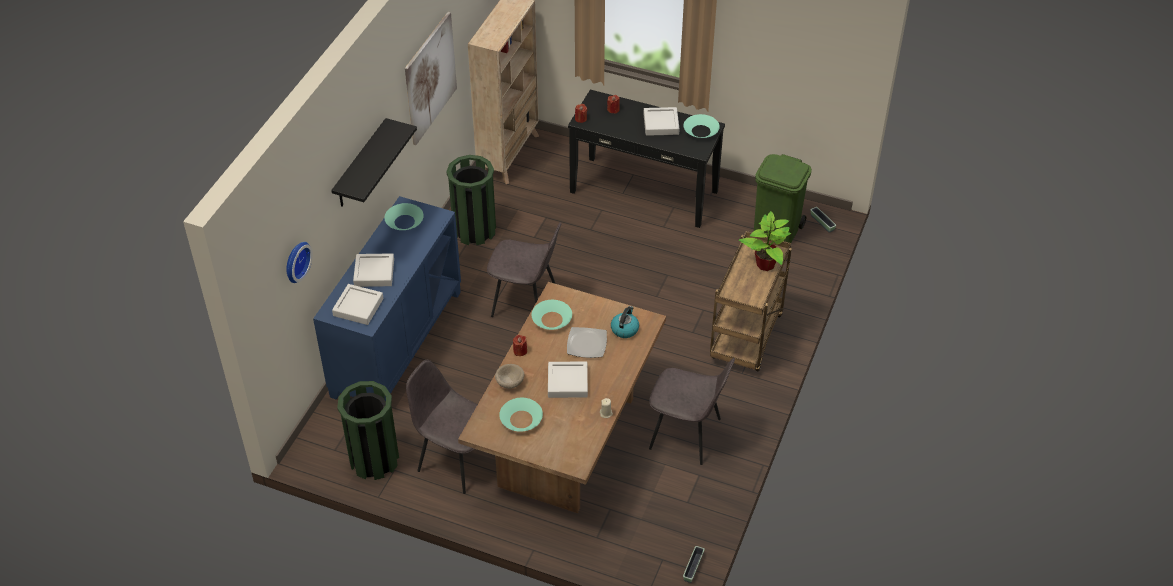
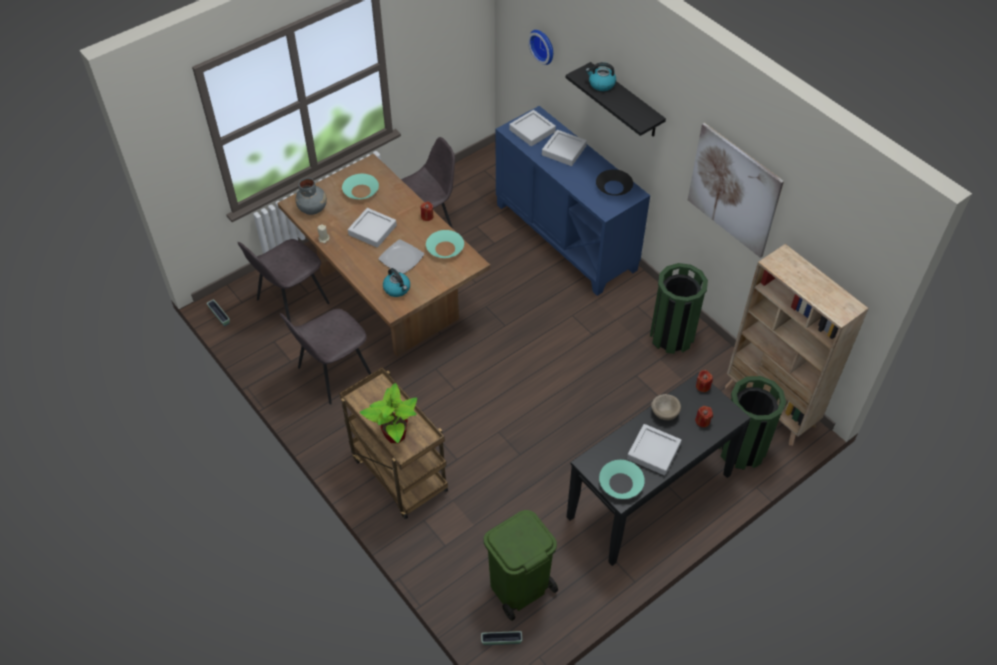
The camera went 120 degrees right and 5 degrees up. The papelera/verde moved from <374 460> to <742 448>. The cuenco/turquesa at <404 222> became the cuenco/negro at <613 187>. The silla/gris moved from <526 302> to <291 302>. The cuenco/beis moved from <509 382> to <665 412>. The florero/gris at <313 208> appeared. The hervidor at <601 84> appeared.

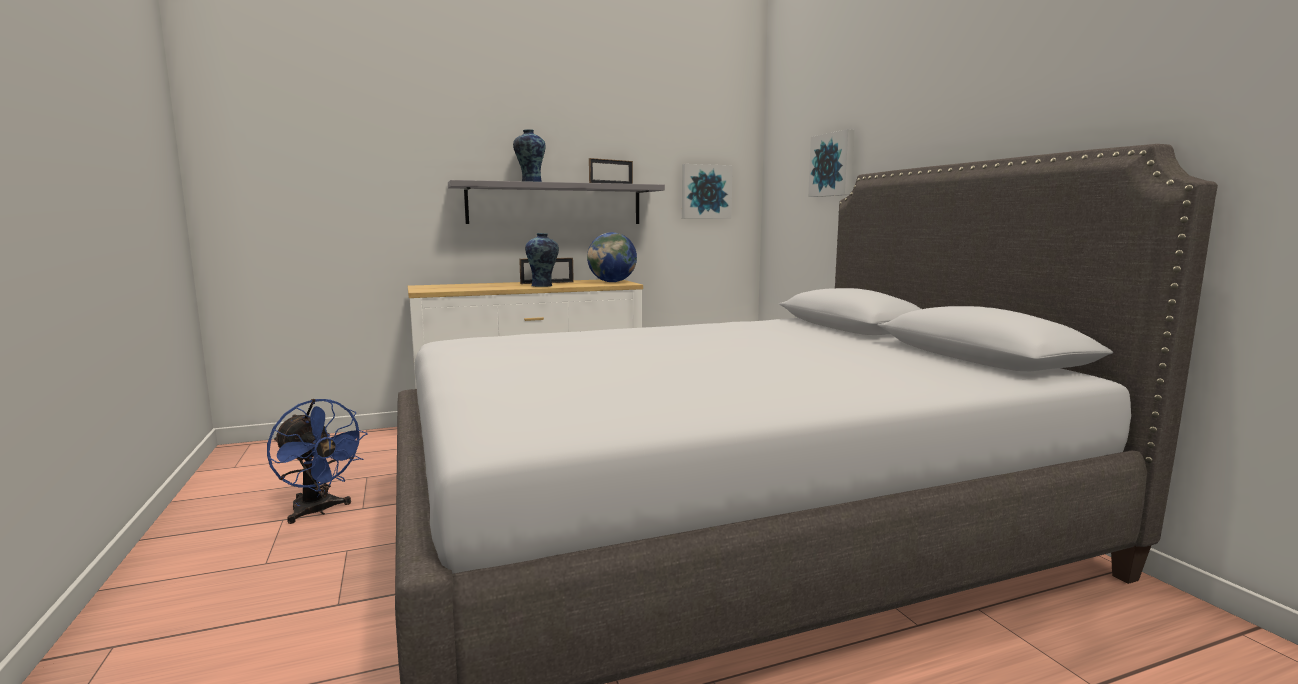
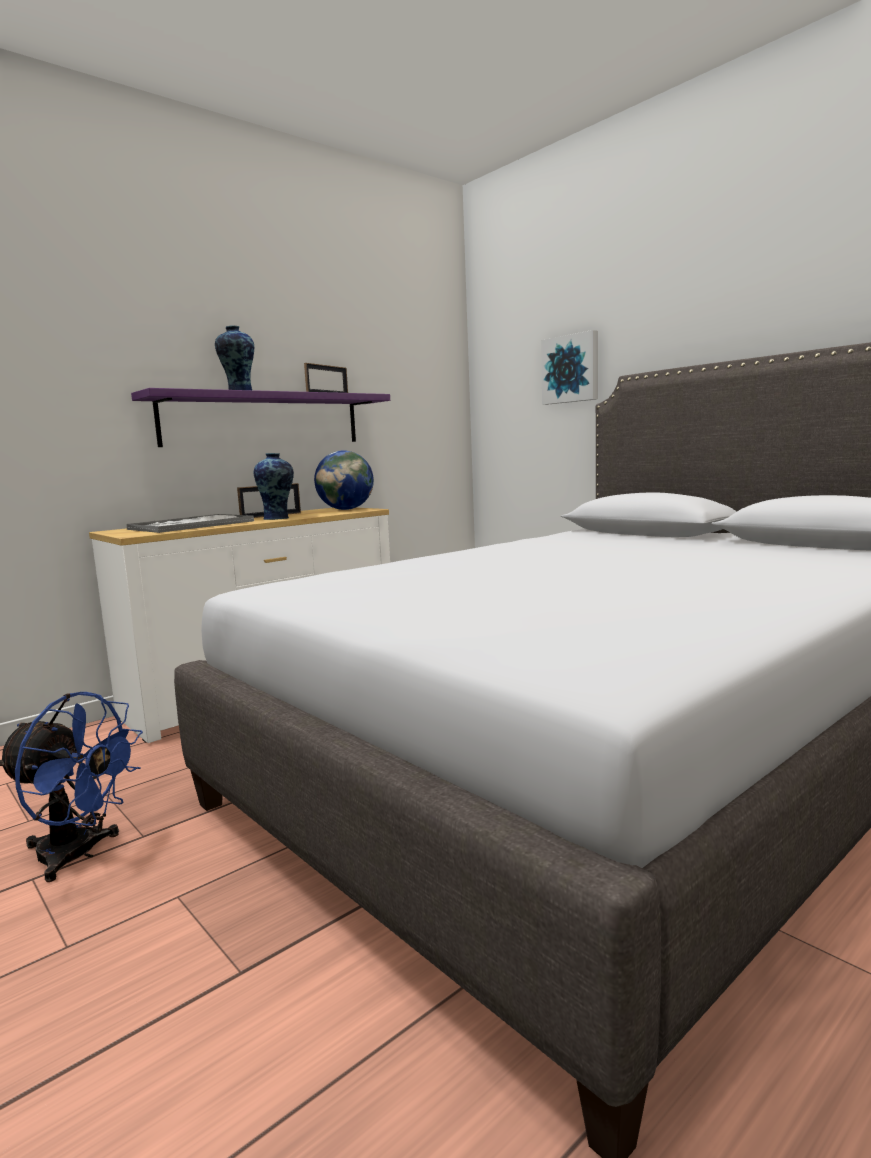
The camera went 20 degrees left and 0 degrees up. The estante/gris at <555 204> became the estante/morado at <264 420>. The cuadro at <705 191> disappeared. The bandeja at <190 525> appeared.

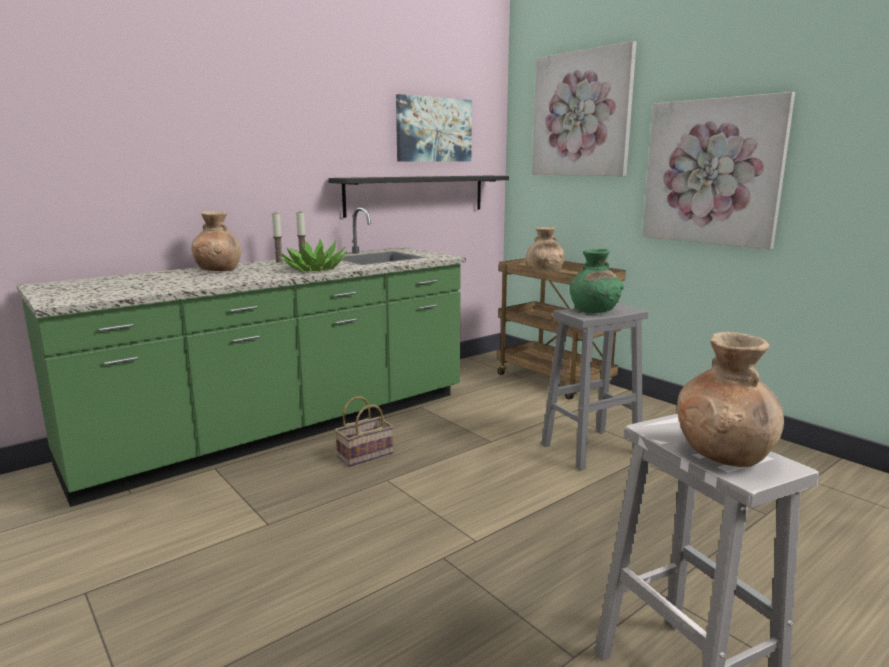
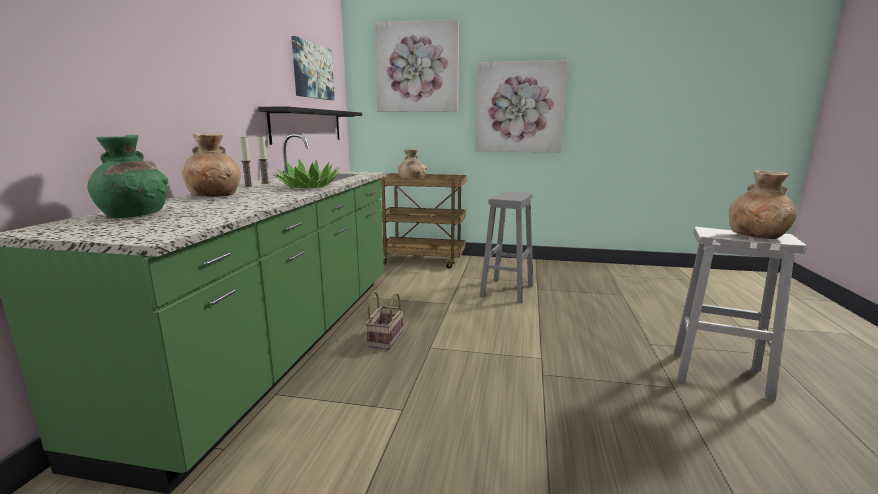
The camera went 40 degrees left and 0 degrees up. The florero/verde moved from <593 310> to <134 215>.

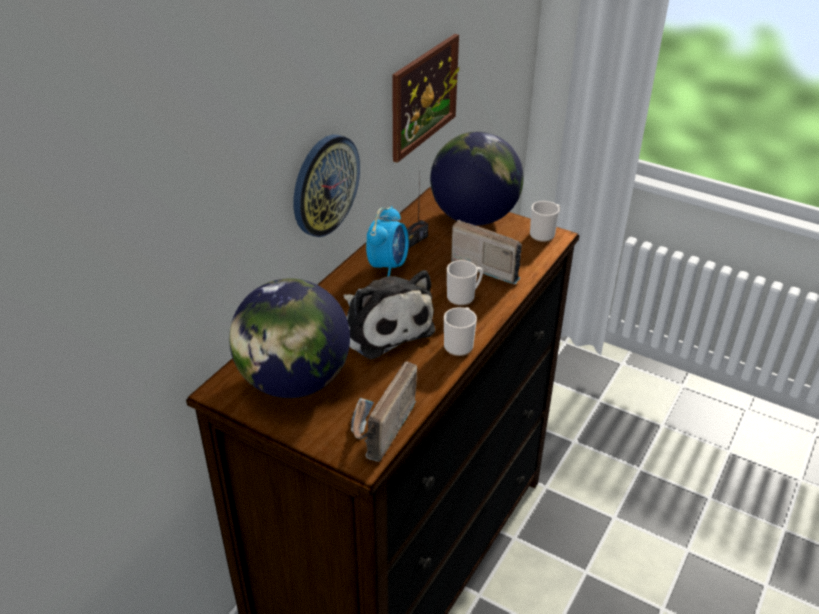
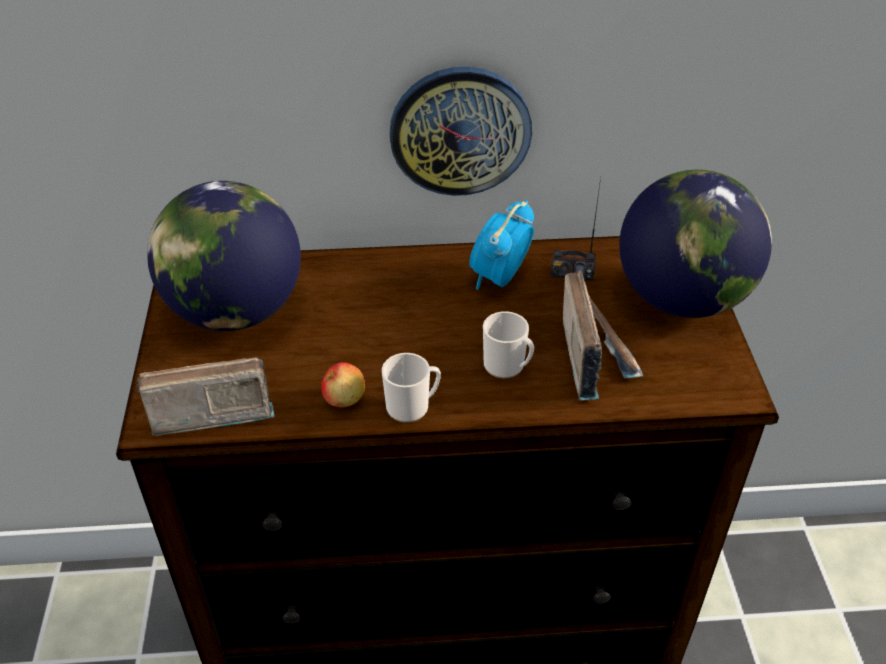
The camera went 55 degrees right and 5 degrees up. The peluche at <383 326> disappeared. The despertador at <388 266> turned 135 degrees clockwise. The cuadro at <424 96> disappeared. The taza grande at <544 234> disappeared. The manzana at <345 398> appeared.

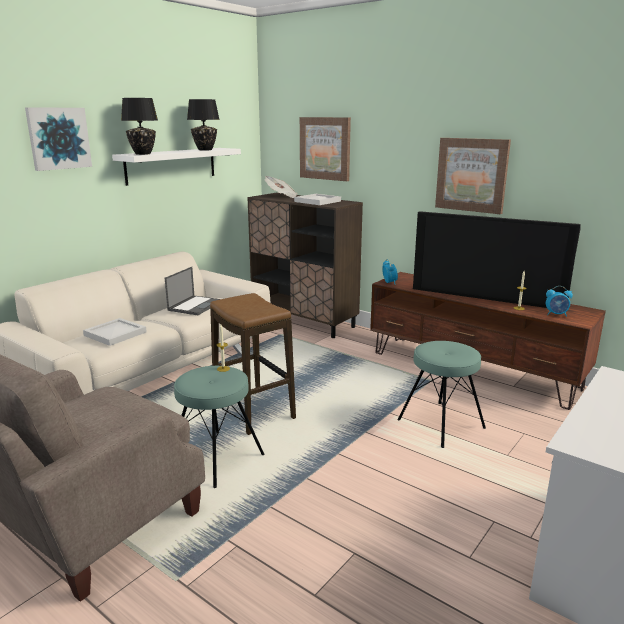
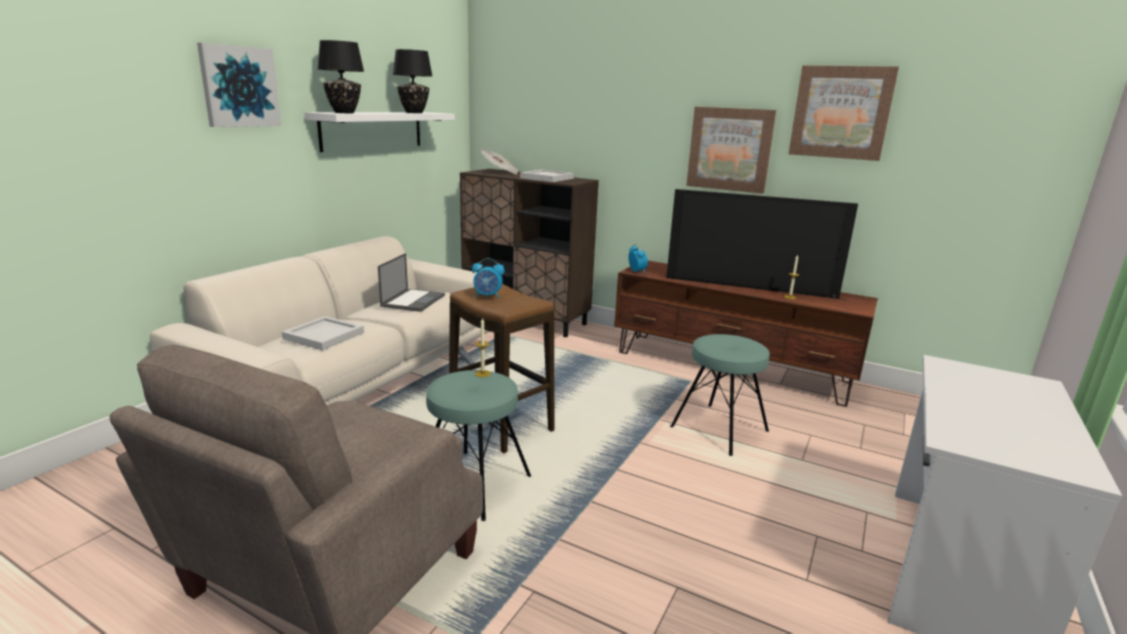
The camera went 10 degrees left and 0 degrees up. The cuadro moved from <325 148> to <841 112>. The despertador moved from <556 314> to <487 296>.

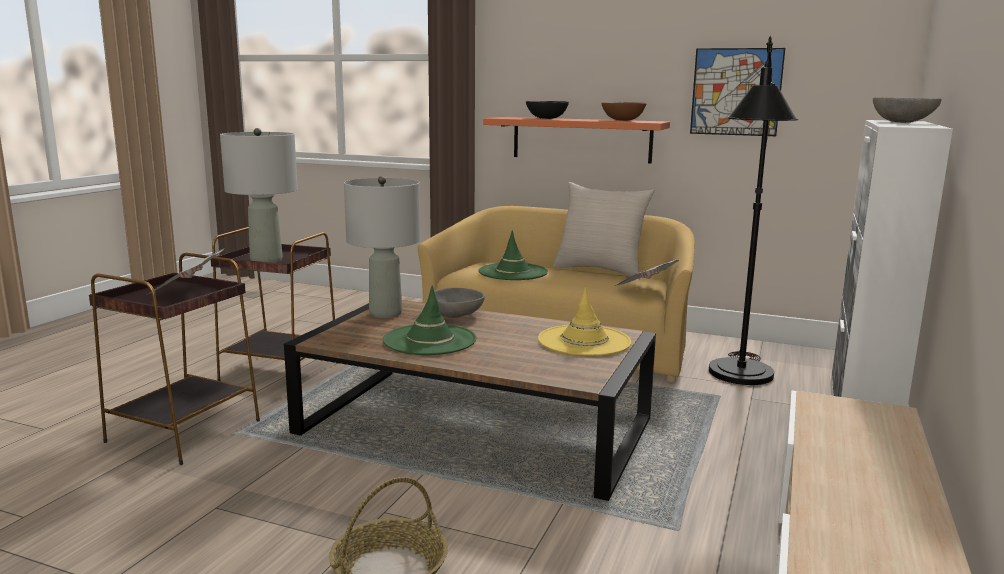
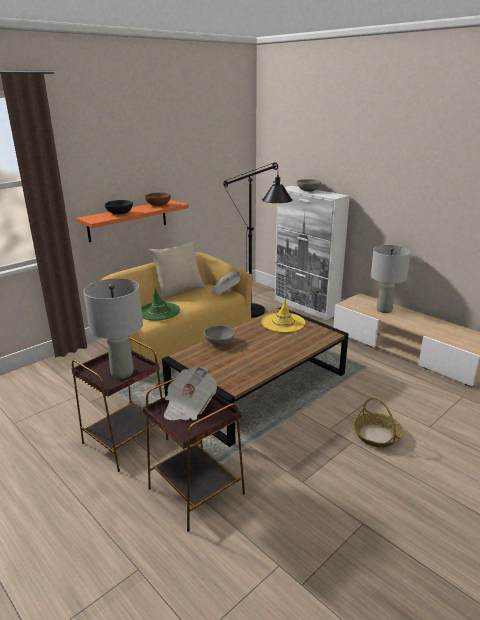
The camera went 65 degrees left and 10 degrees up. The lámpara de mesa/gris moved from <386 313> to <384 309>. The sombrero/verde at <429 340> disappeared. The cuadro at <736 92> disappeared.

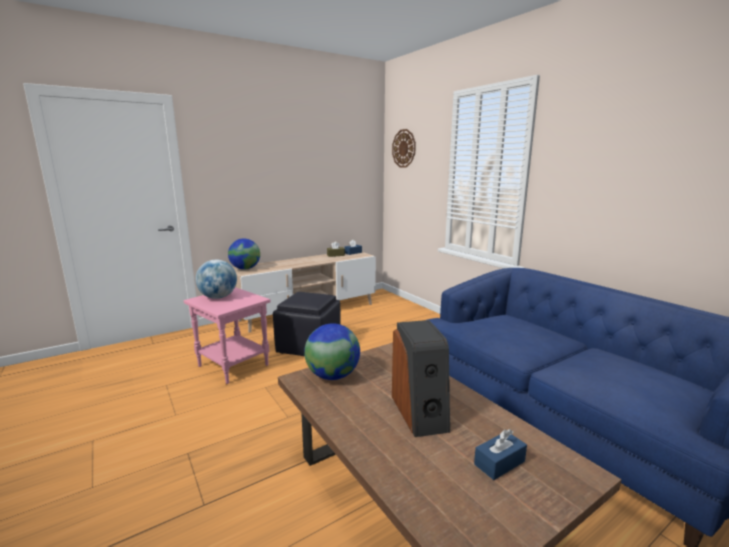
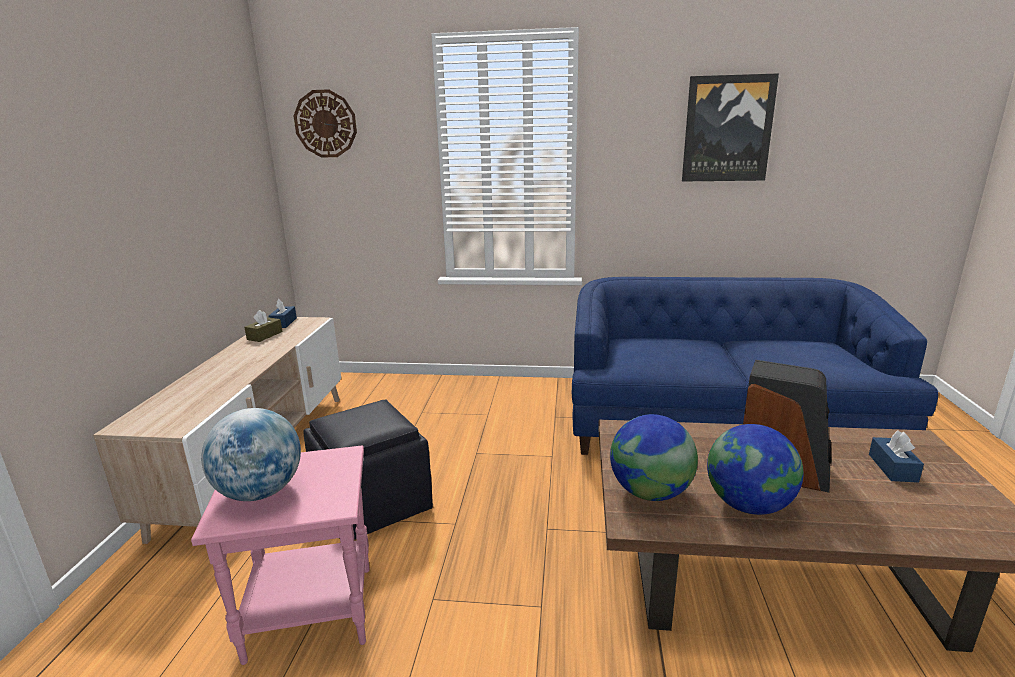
The camera went 50 degrees left and 5 degrees up. The globo terráqueo moved from <245 269> to <748 505>. The cuadro at <727 129> appeared.

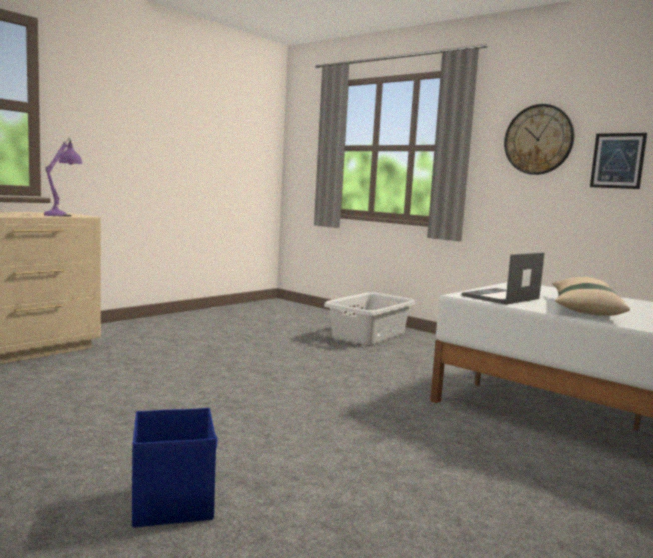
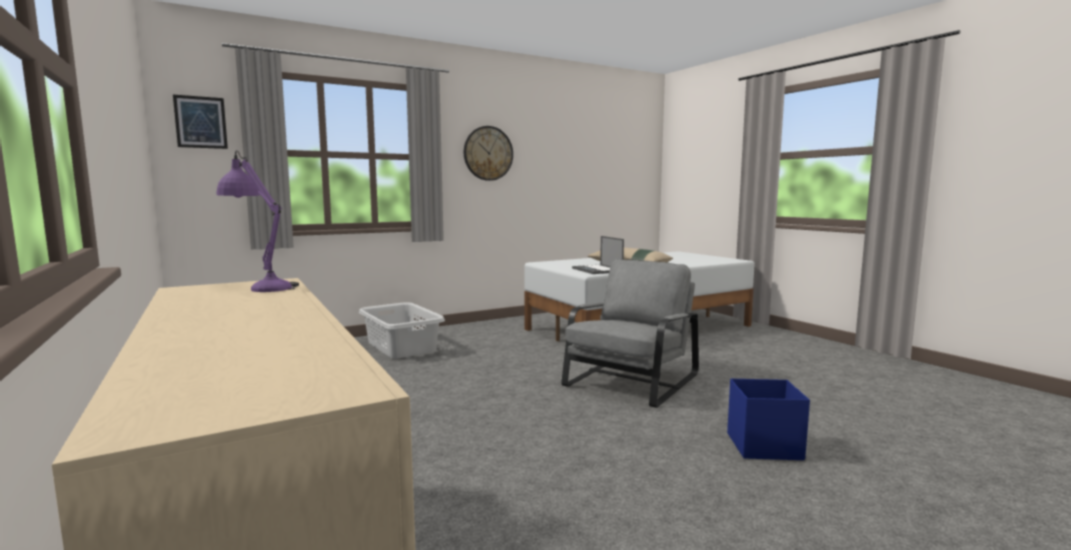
The camera went 70 degrees left and 0 degrees up. The cuadro moved from <617 160> to <201 122>. The sillón/gris at <631 380> appeared.

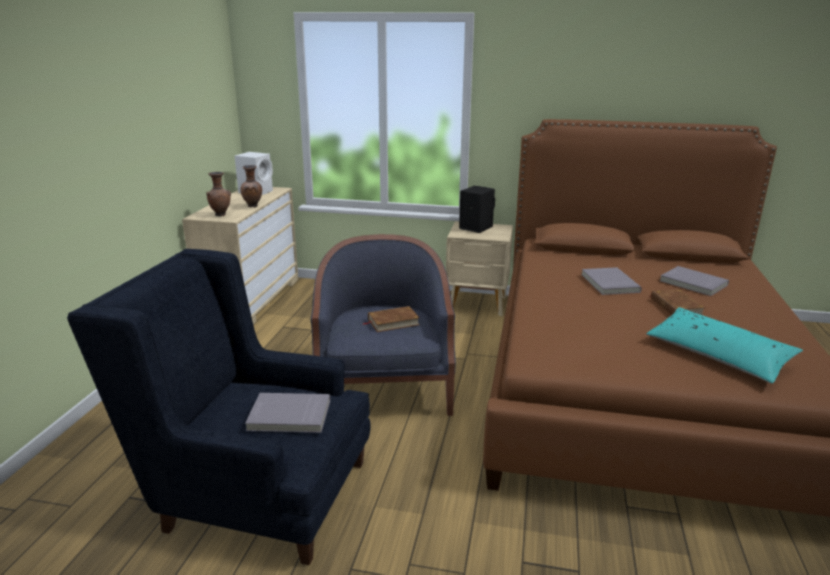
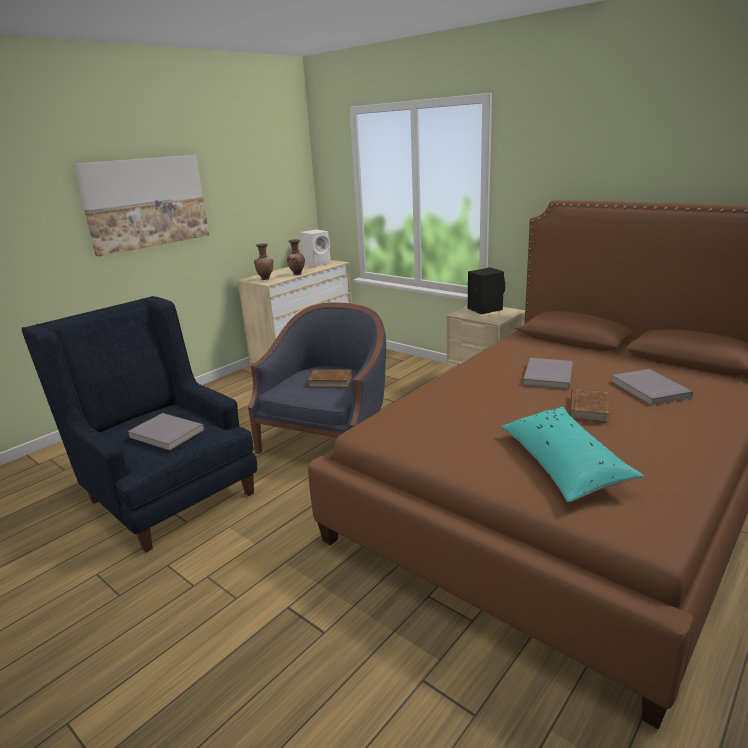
The camera went 30 degrees right and 0 degrees up. The cuadro at <146 203> appeared.

